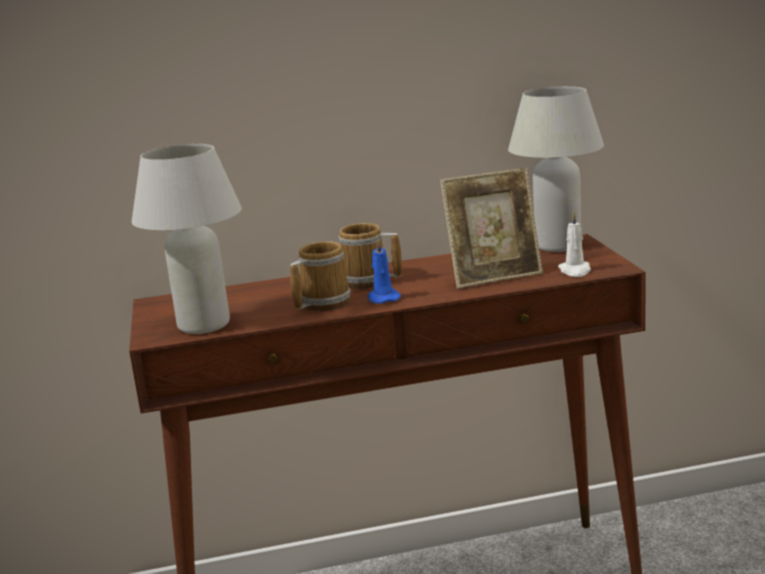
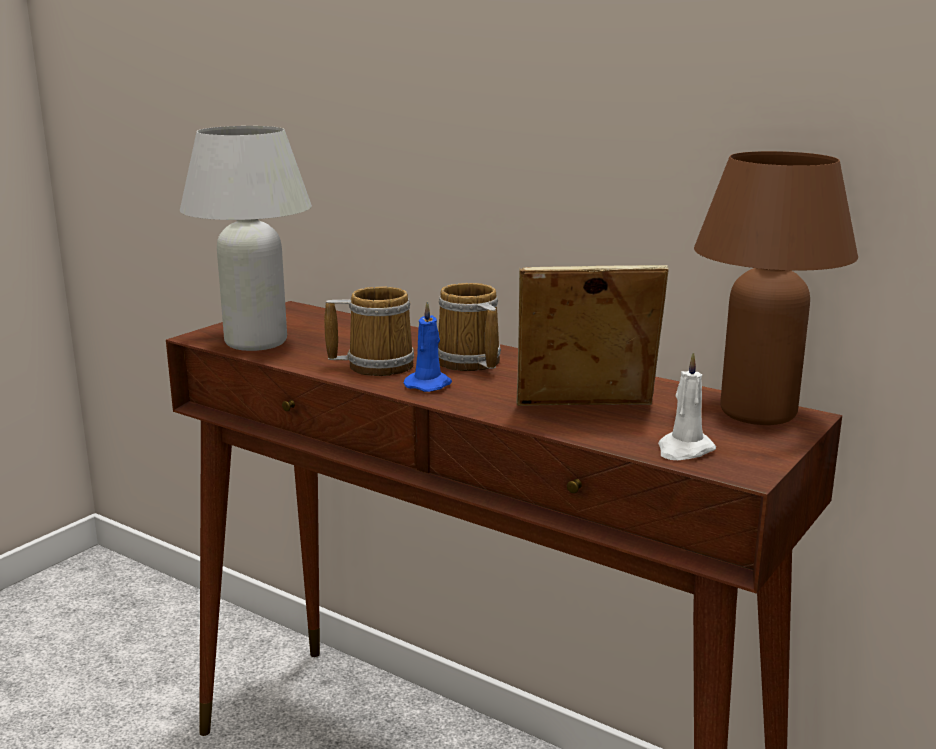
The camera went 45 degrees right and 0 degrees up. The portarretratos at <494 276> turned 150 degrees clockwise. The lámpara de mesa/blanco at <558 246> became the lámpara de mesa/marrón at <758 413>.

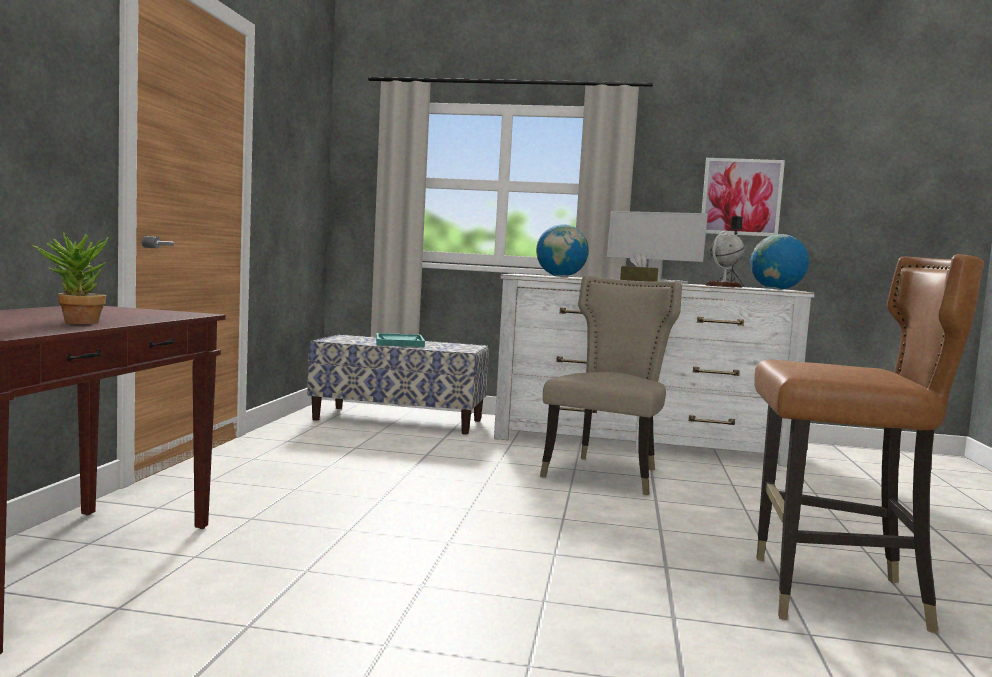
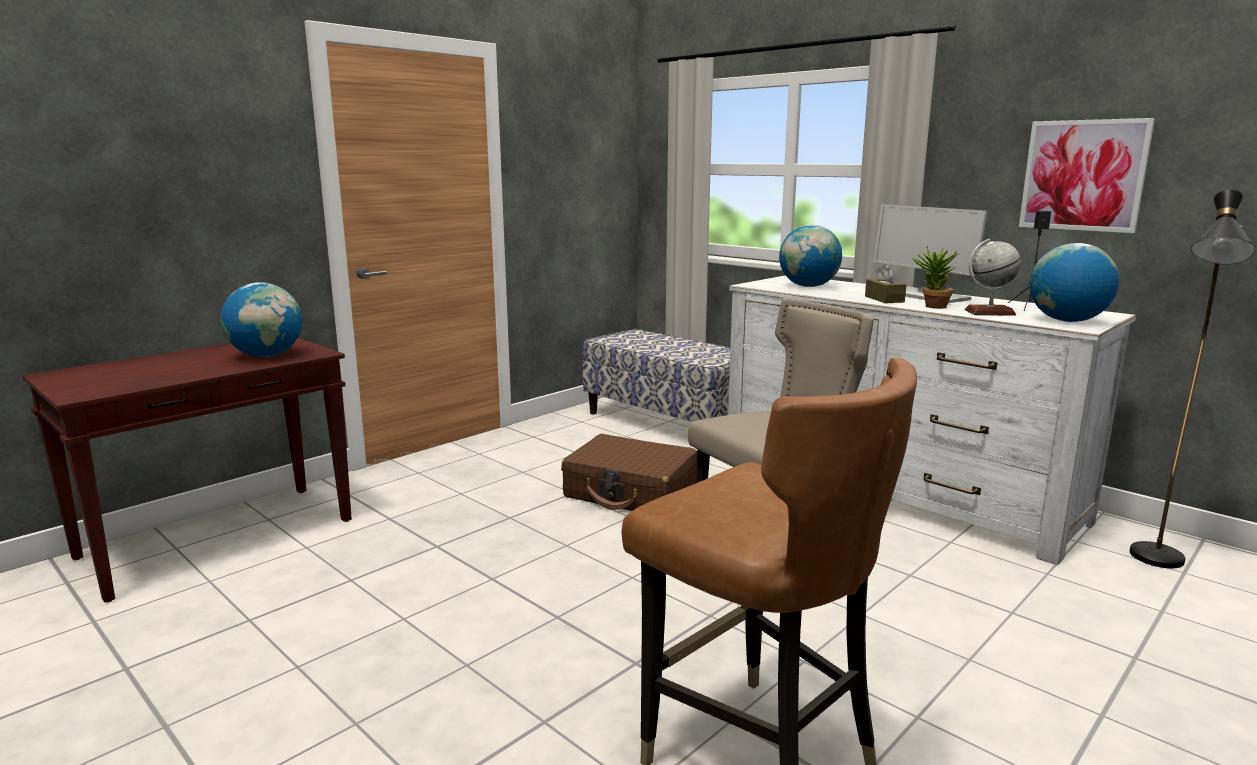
The camera went 35 degrees right and 10 degrees up. The planta en maceta moved from <74 322> to <931 307>. The bandeja/turquesa at <399 342> disappeared. The globo terráqueo at <267 355> appeared. The maleta/marrón at <631 492> appeared. The lámpara de pie/negro at <1157 564> appeared.

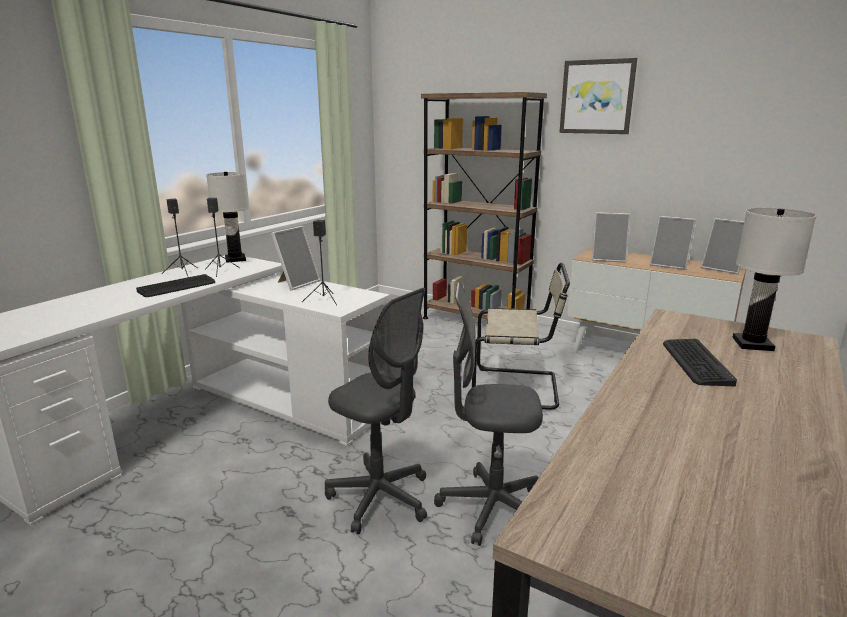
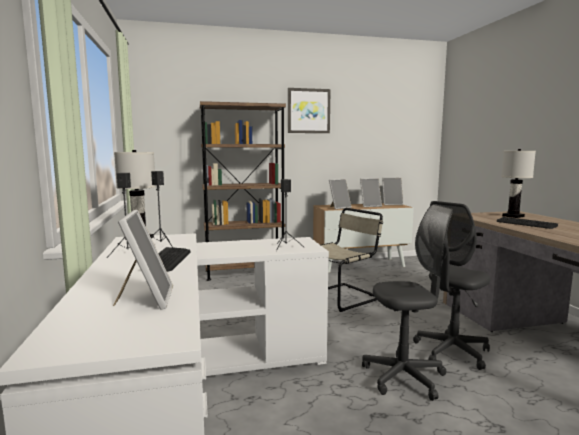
The camera went 45 degrees left and 10 degrees down. The portarretratos moved from <296 283> to <146 299>.

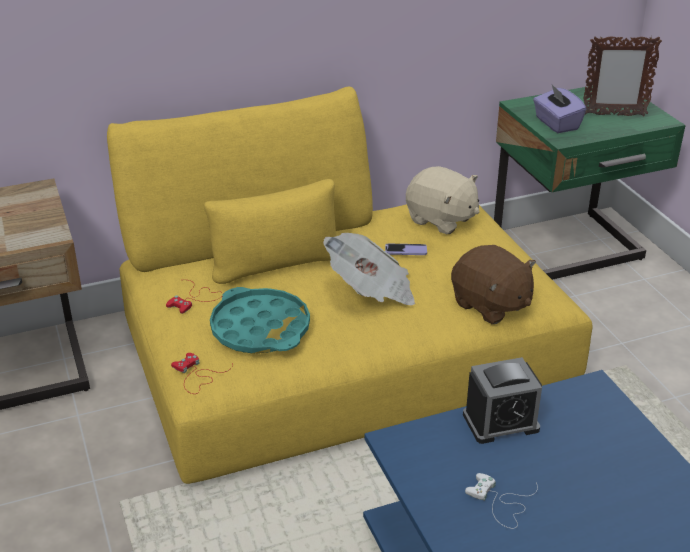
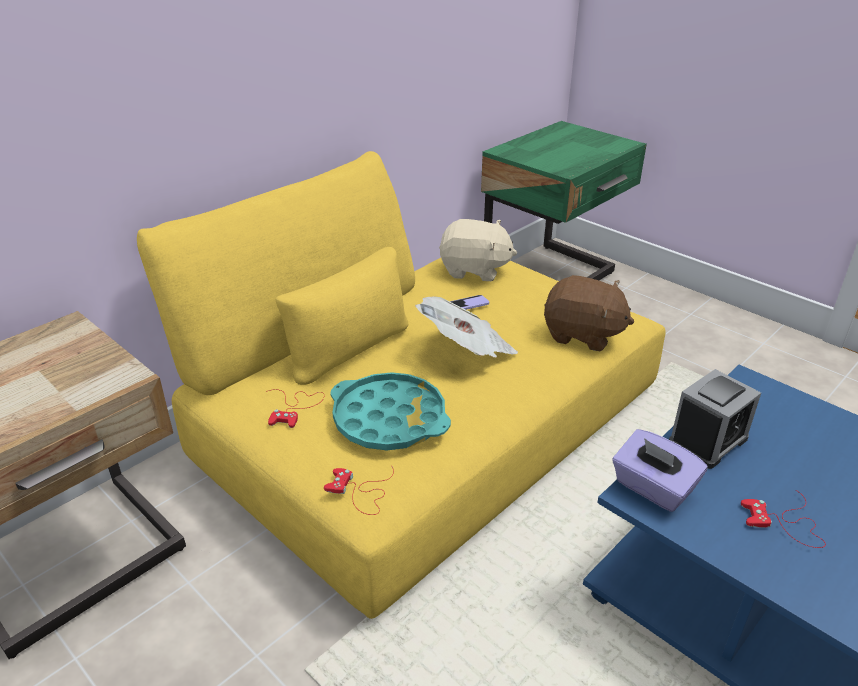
The camera went 25 degrees left and 0 degrees up. The mando de consola/blanco at <501 502> became the mando de consola/rojo at <785 523>. The caja de pañuelos/morado moved from <556 124> to <652 488>. The portarretratos at <613 115> disappeared.

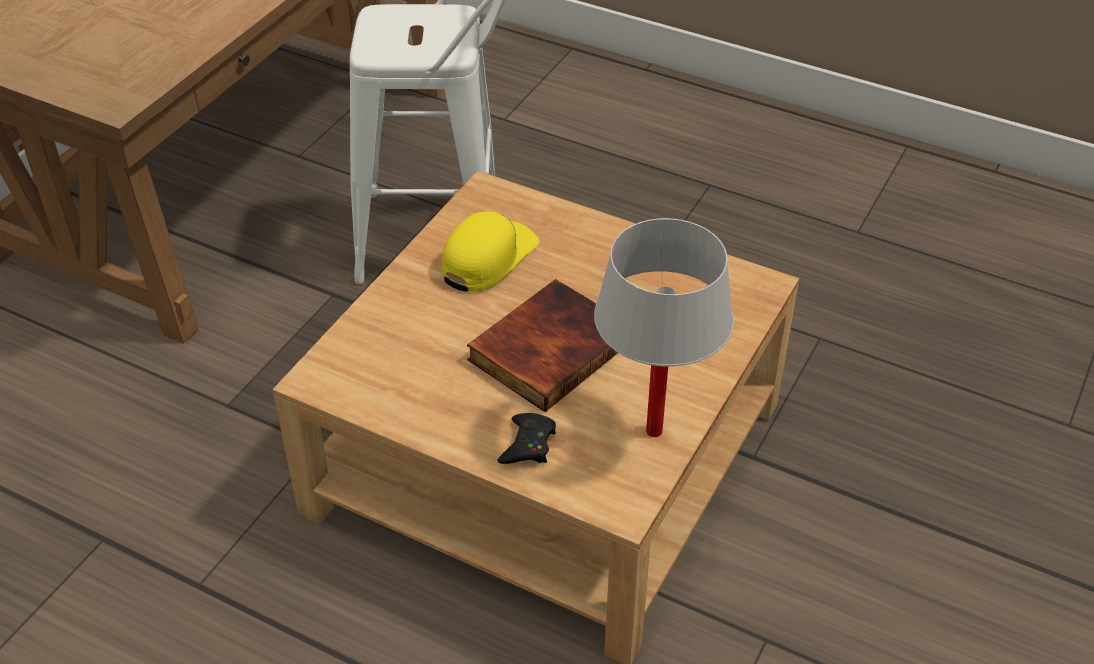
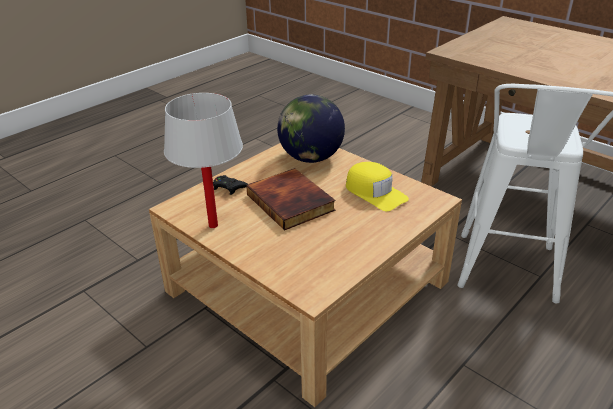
The camera went 105 degrees right and 10 degrees down. The globo terráqueo at <311 158> appeared.

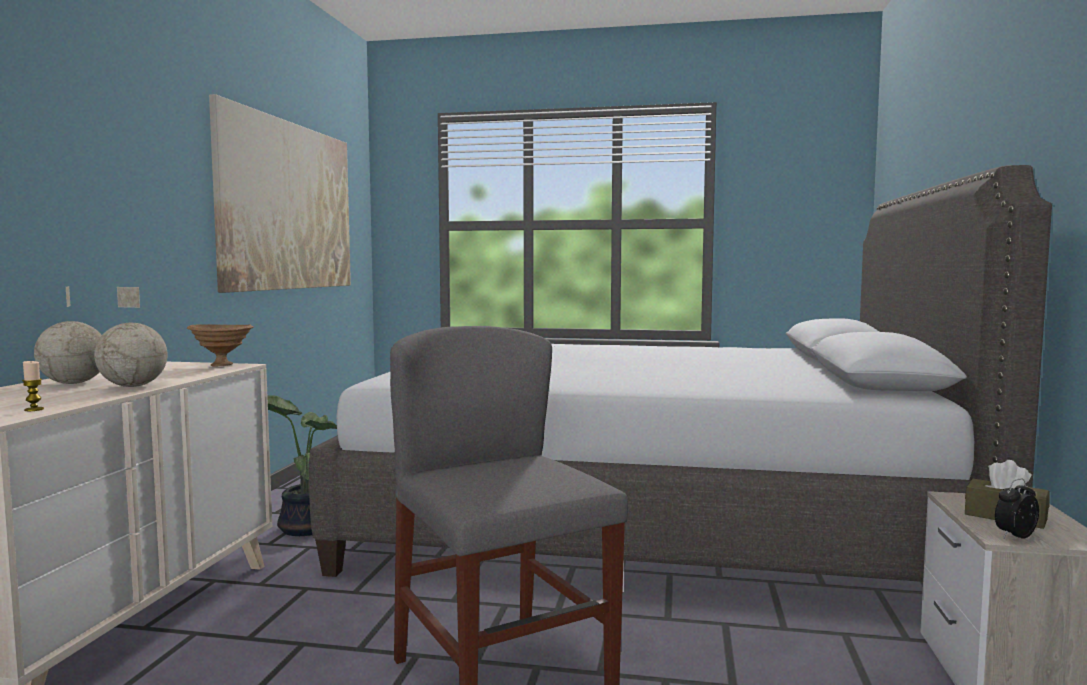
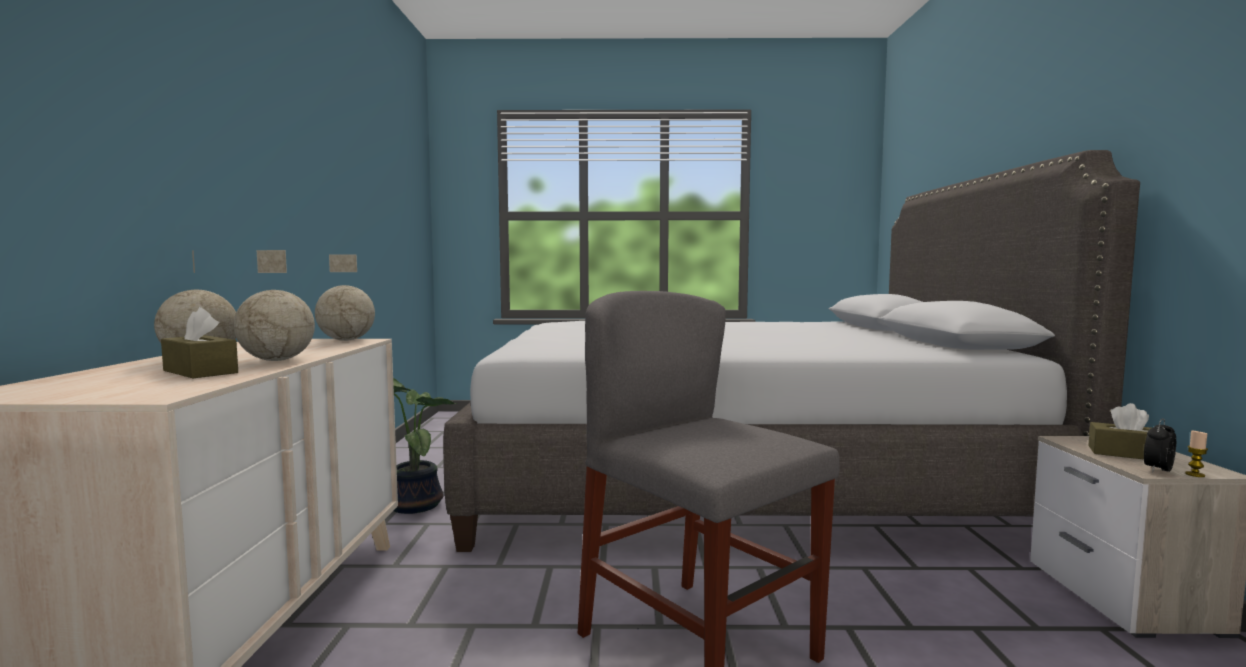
The camera went 10 degrees left and 0 degrees up. The vela moved from <34 409> to <1195 474>. The cuenco/marrón at <221 365> was replaced by the globo terráqueo at <346 340>. The cuadro at <289 206> disappeared. The caja de pañuelos/marrón at <200 372> appeared.

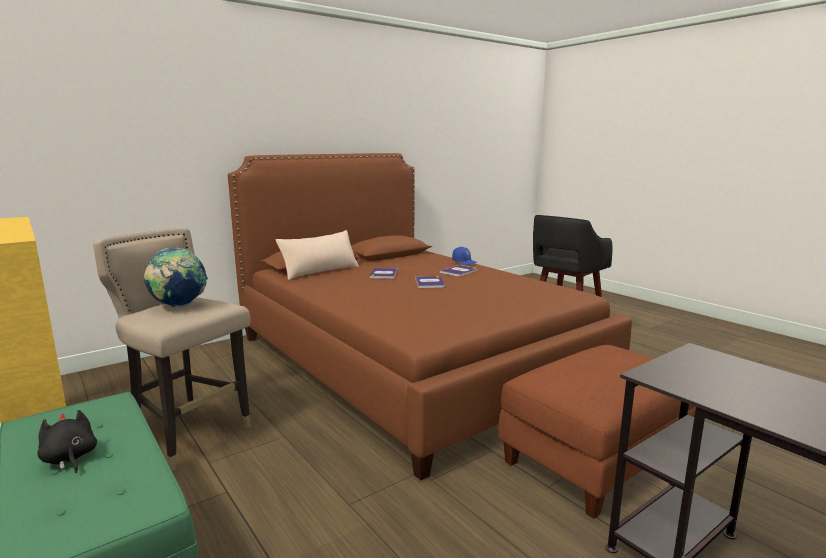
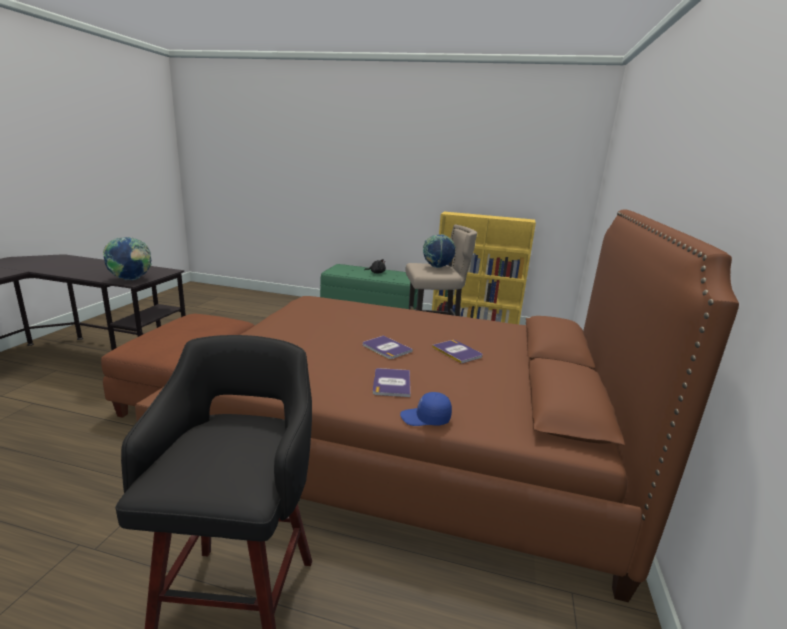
The camera went 140 degrees right and 5 degrees up. The cojín/beis at <320 271> disappeared. The globo terráqueo at <131 280> appeared.

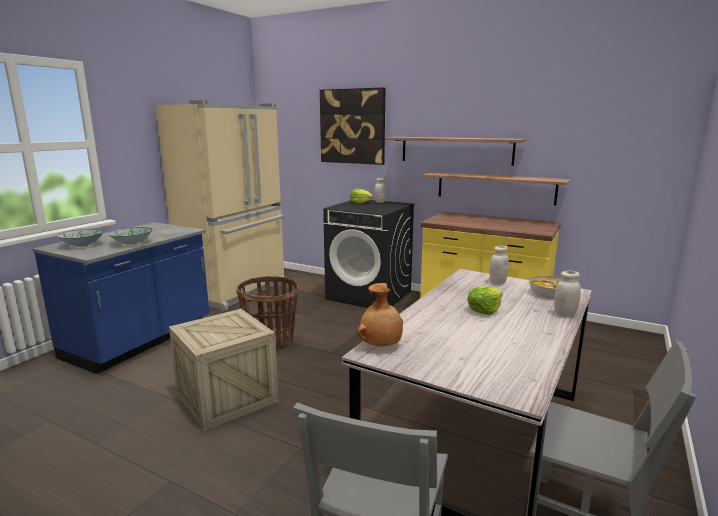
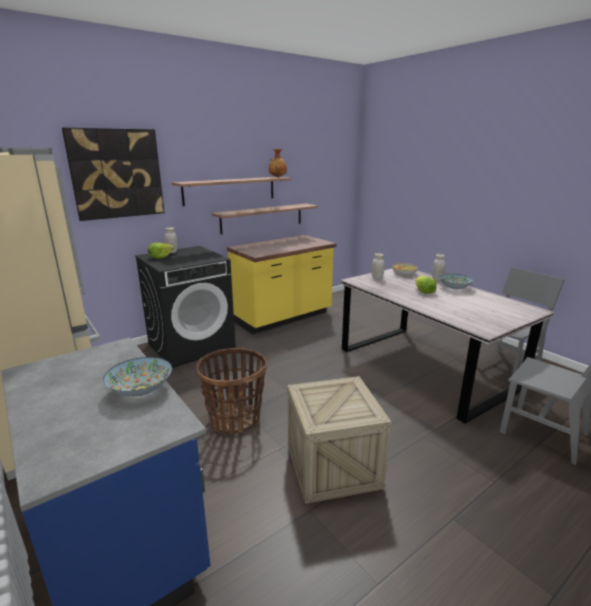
The camera went 65 degrees left and 5 degrees up. The cuenco moved from <82 245> to <454 288>. The florero/marrón moved from <381 345> to <278 177>.

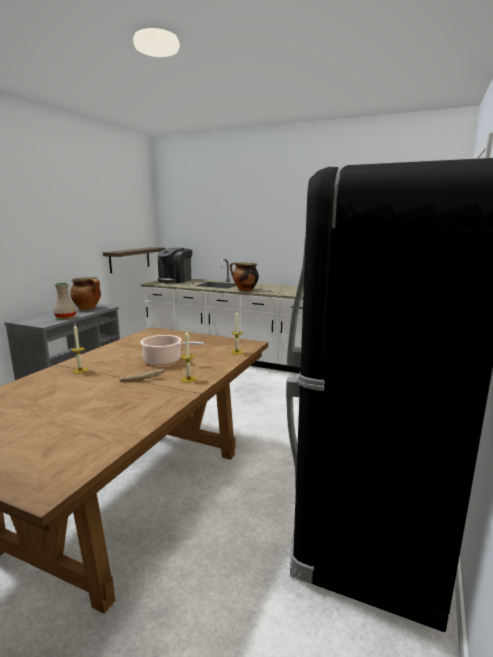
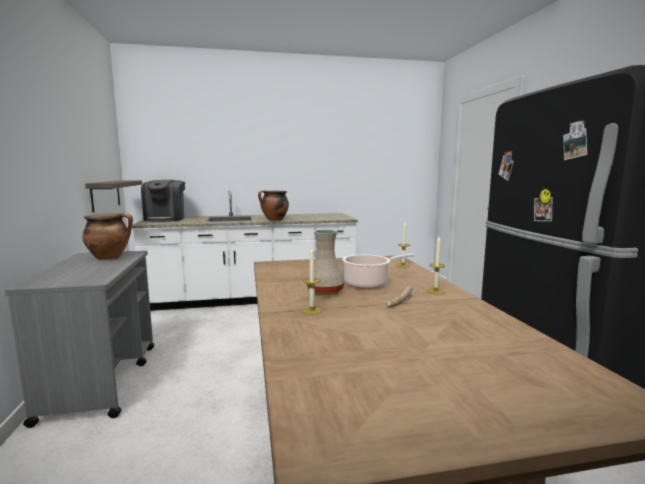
The camera went 35 degrees left and 5 degrees down. The florero/beis moved from <66 317> to <324 291>.

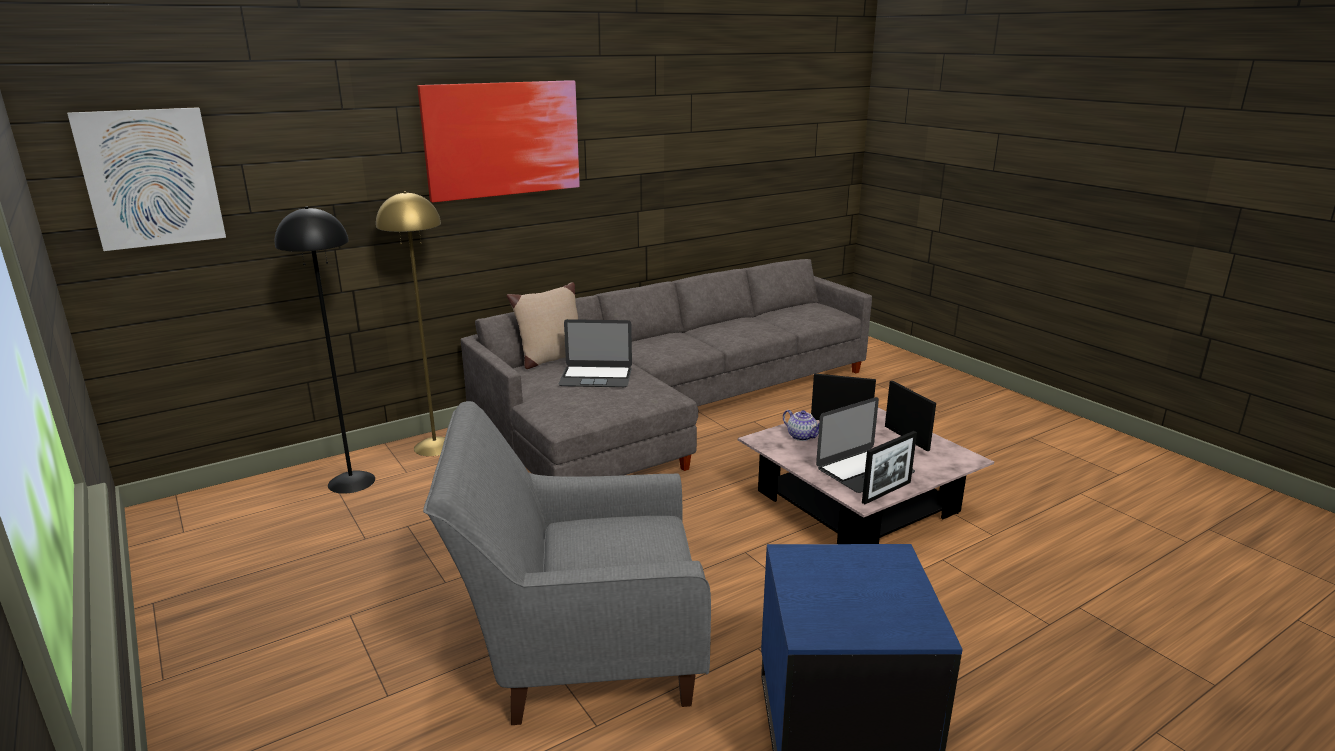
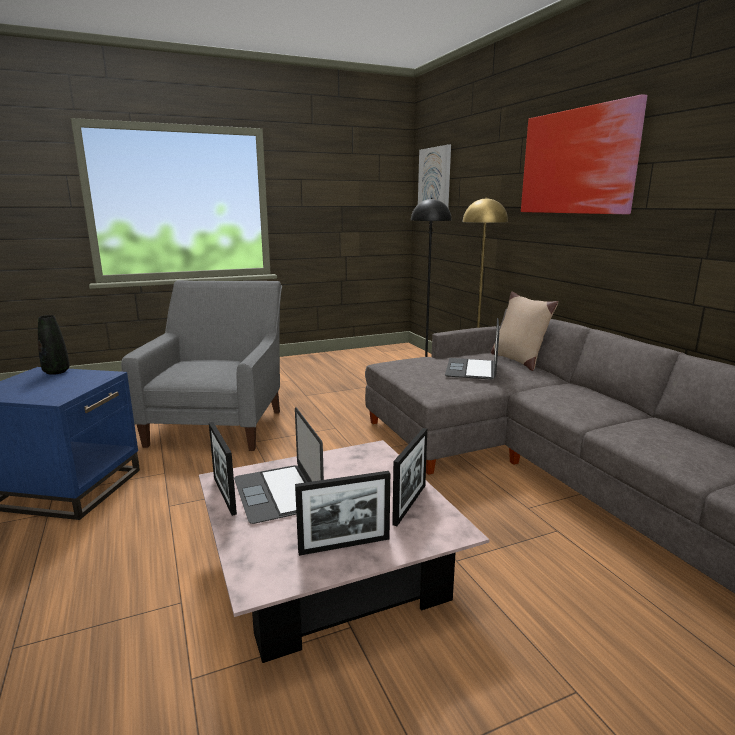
The camera went 100 degrees right and 5 degrees down. The tetera at <802 436> disappeared. The florero/negro at <56 372> appeared.

